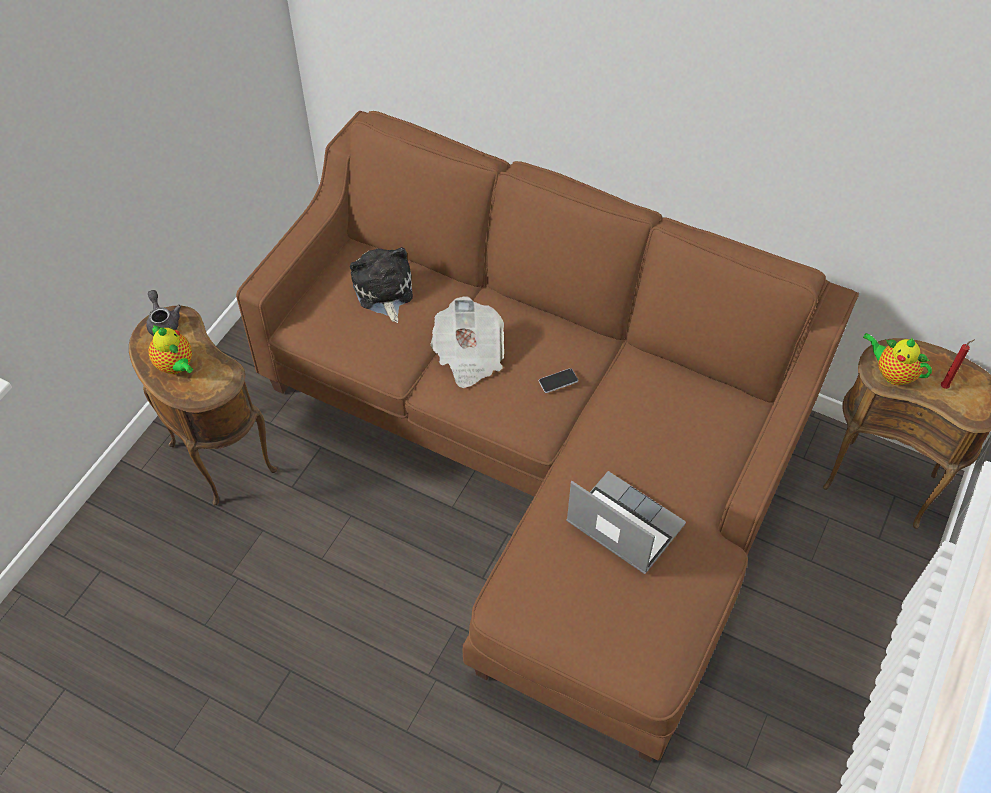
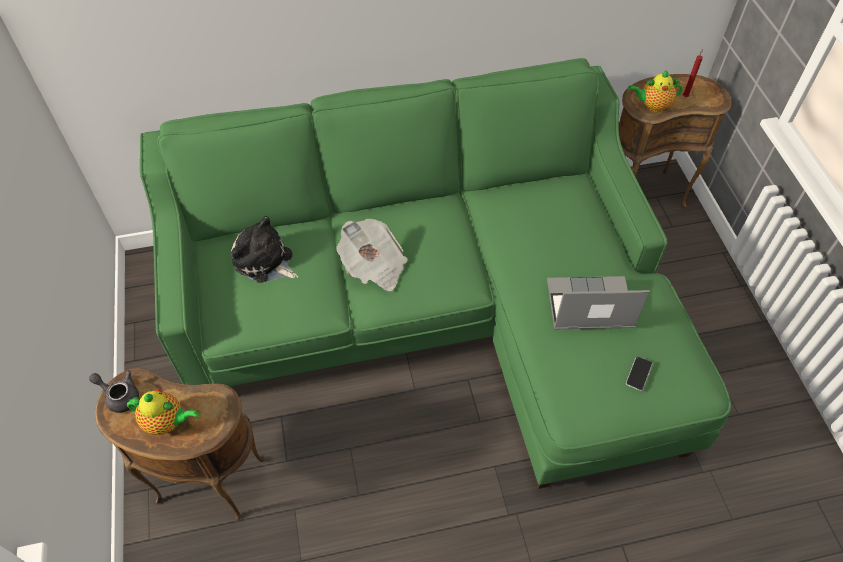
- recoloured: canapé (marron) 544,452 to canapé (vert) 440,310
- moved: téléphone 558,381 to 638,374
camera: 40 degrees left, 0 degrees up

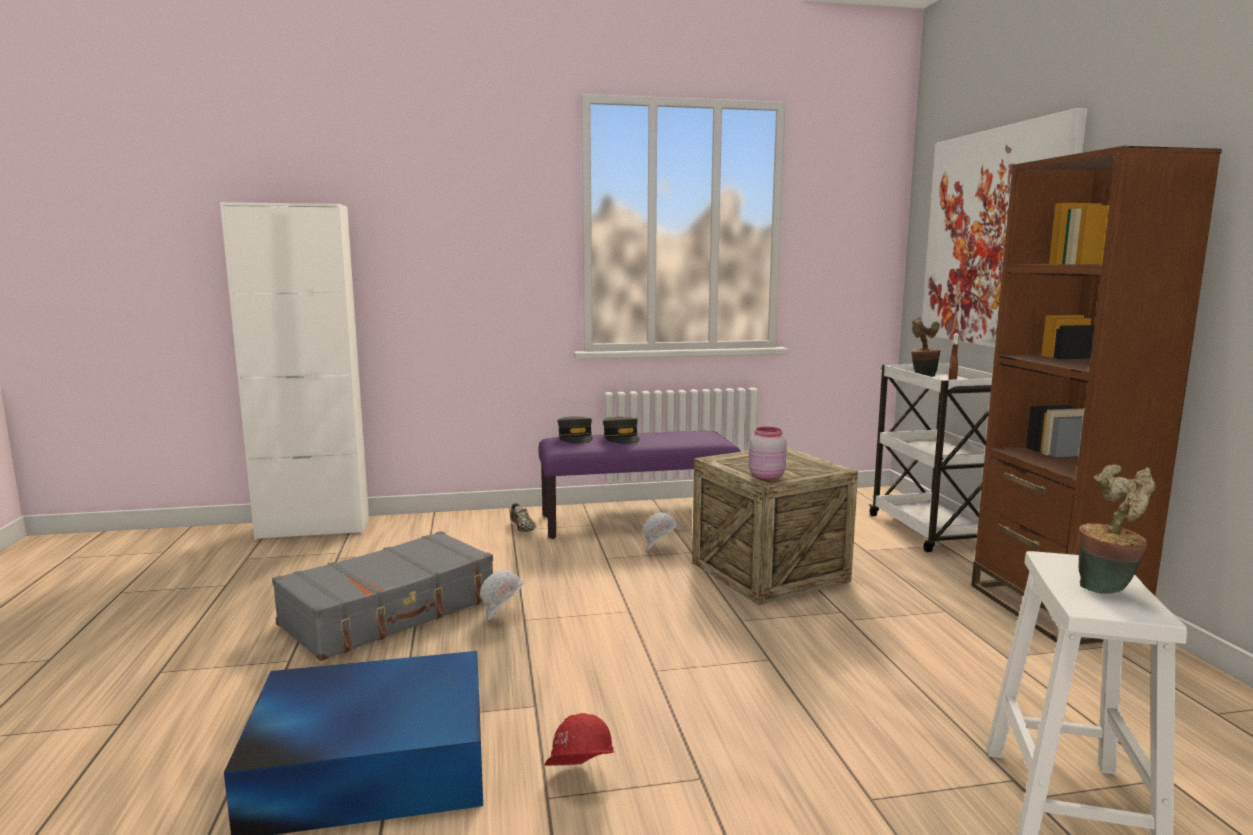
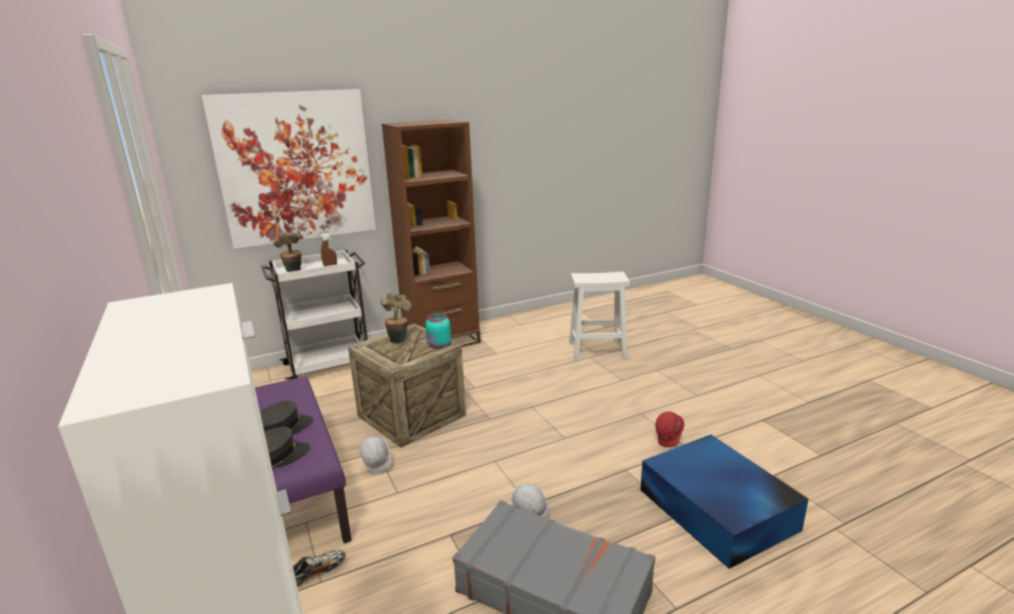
- recoloured: bocal (rose) 765,476 to bocal (turquoise) 439,345
- moved: plante en pot 1108,588 to 398,339
camera: 105 degrees left, 10 degrees up

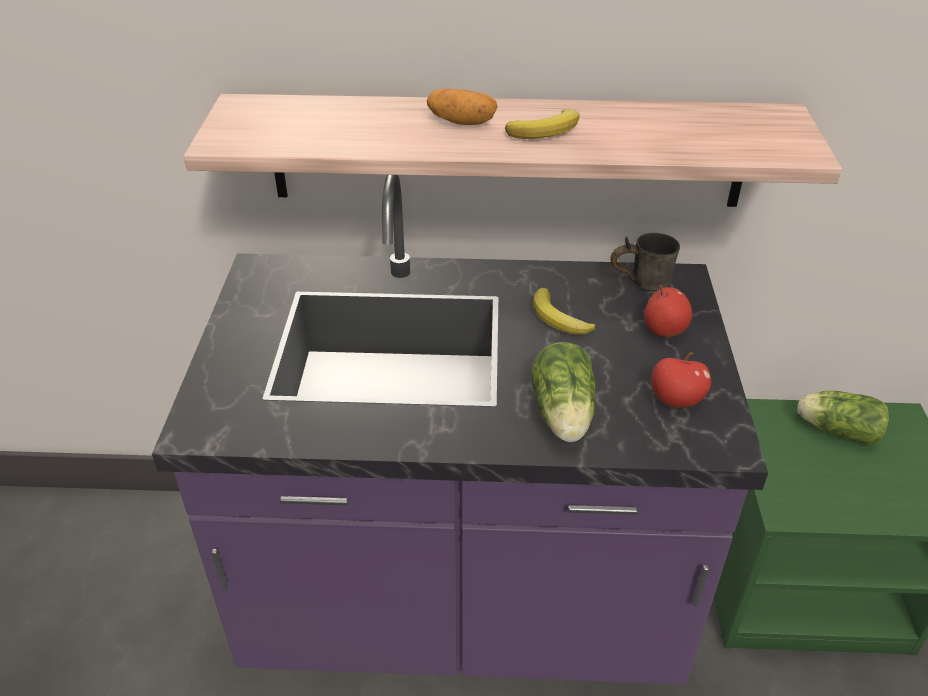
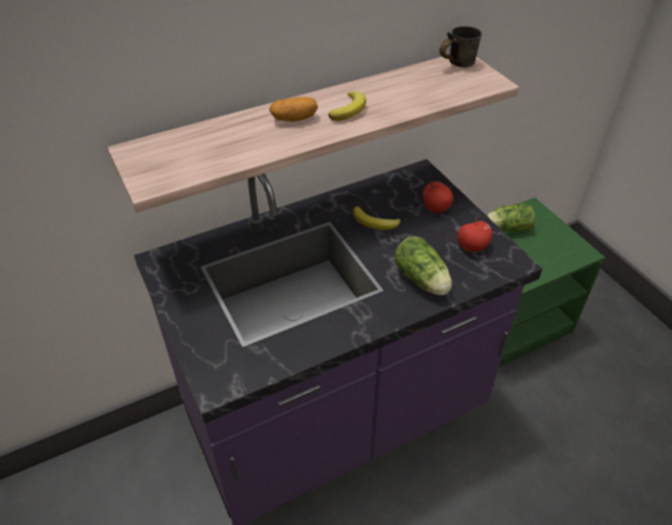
- moved: mug (gris) 640,281 to 455,63
camera: 30 degrees left, 5 degrees up

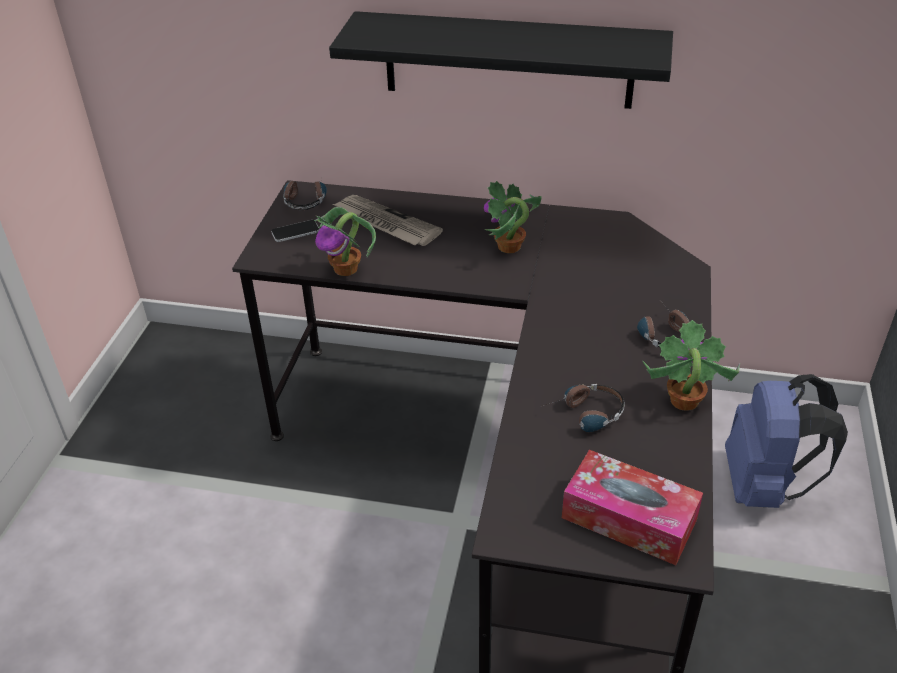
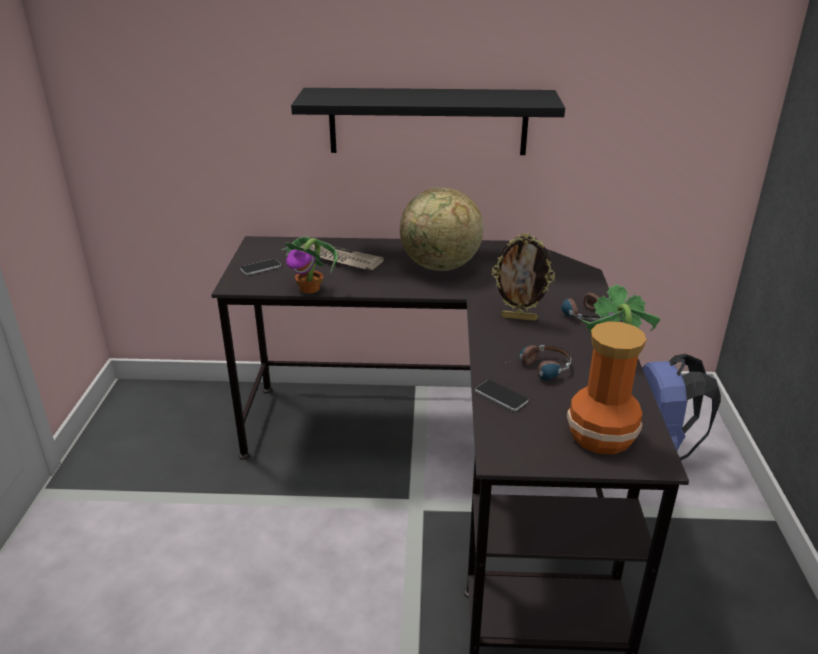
- removed: casque audio 305,198
- replaced: plante en pot 509,247 to globe 440,267
- replaced: boîte à mouchoirs 629,518 to vase 600,436
- added: téléphone 501,396
- added: cadre photo 519,318
camera: 10 degrees left, 10 degrees down

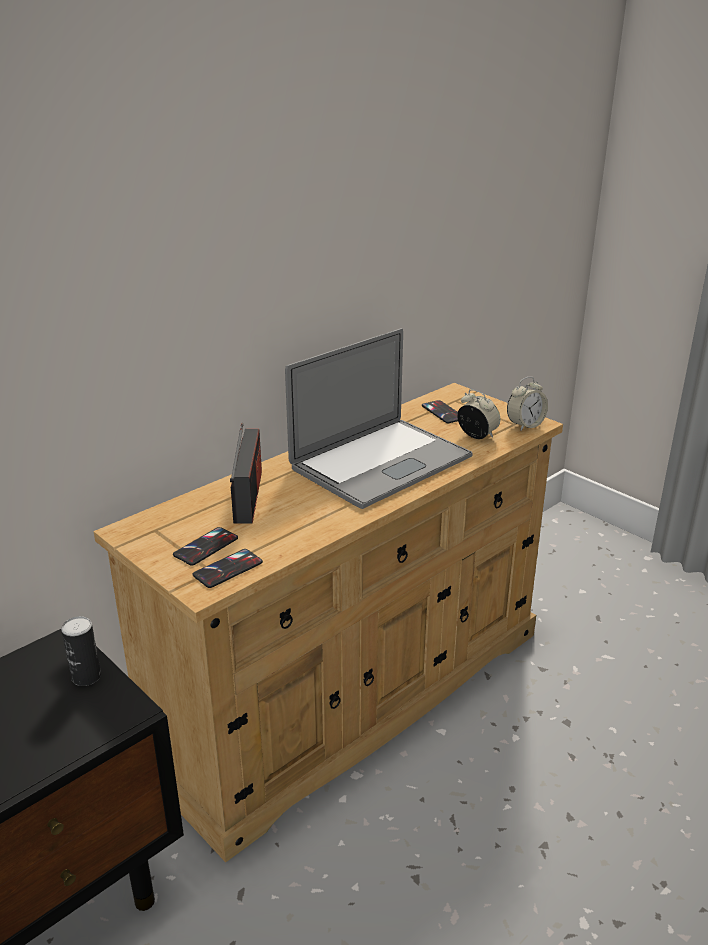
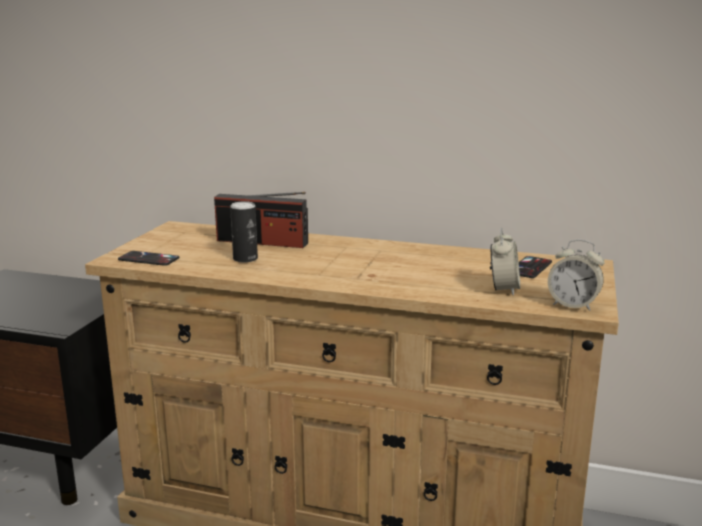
- moved: boîte métallique 86,676 to 245,259
- removed: téléphone 206,547
- turned: radio 248,496 = 262,242 45 degrees clockwise
- removed: ordinateur portable 381,462
camera: 60 degrees right, 10 degrees down

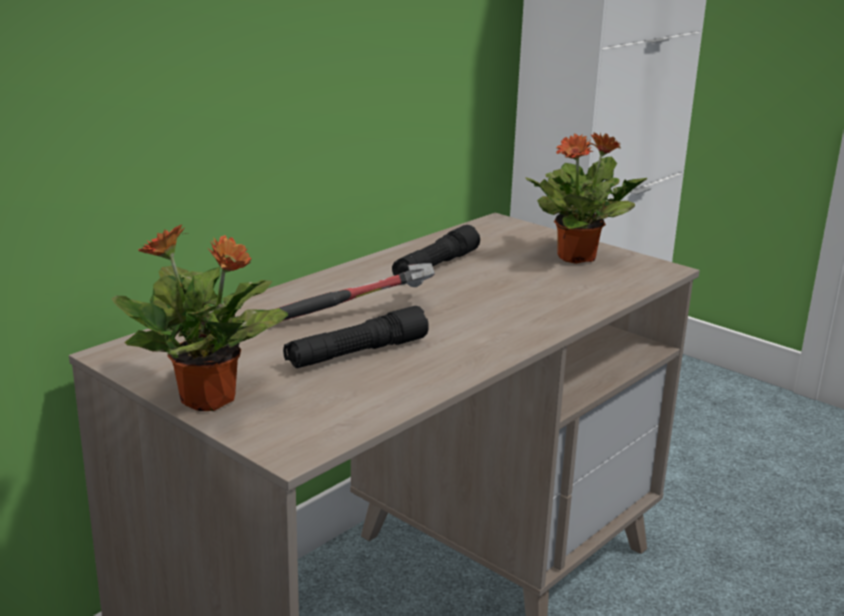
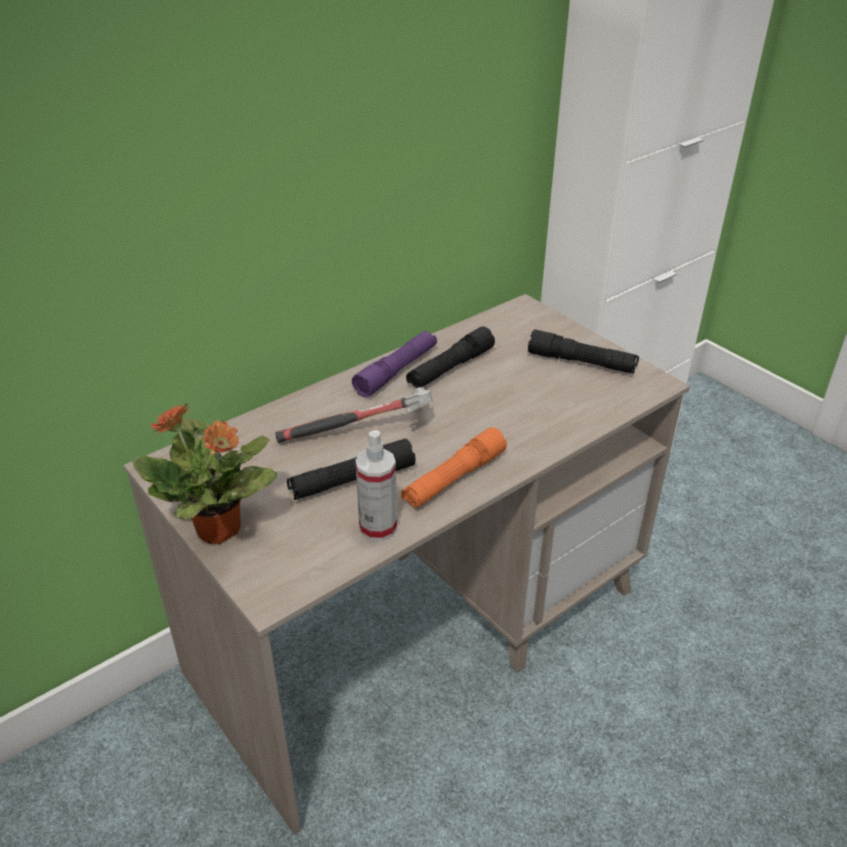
- replaced: plante en pot 577,257 to lampe de poche (noir) 581,362
- added: lampe de poche (violet) 397,371
- added: vaporisateur 378,527
- added: lampe de poche (orange) 454,479
camera: 10 degrees right, 15 degrees up

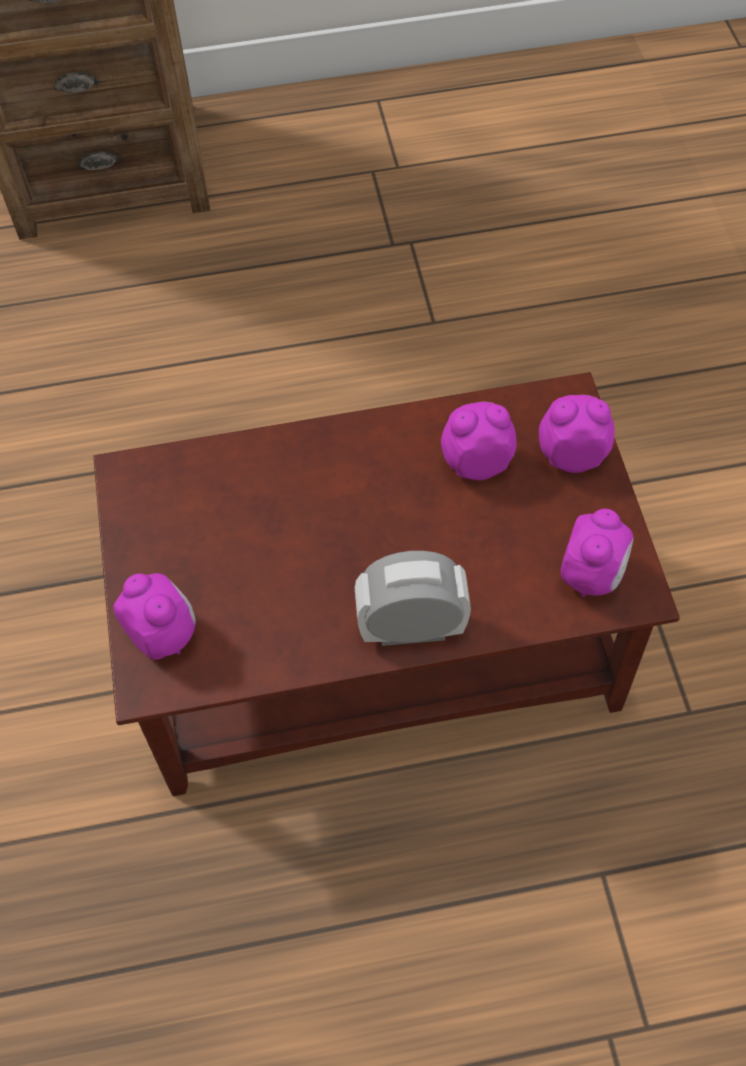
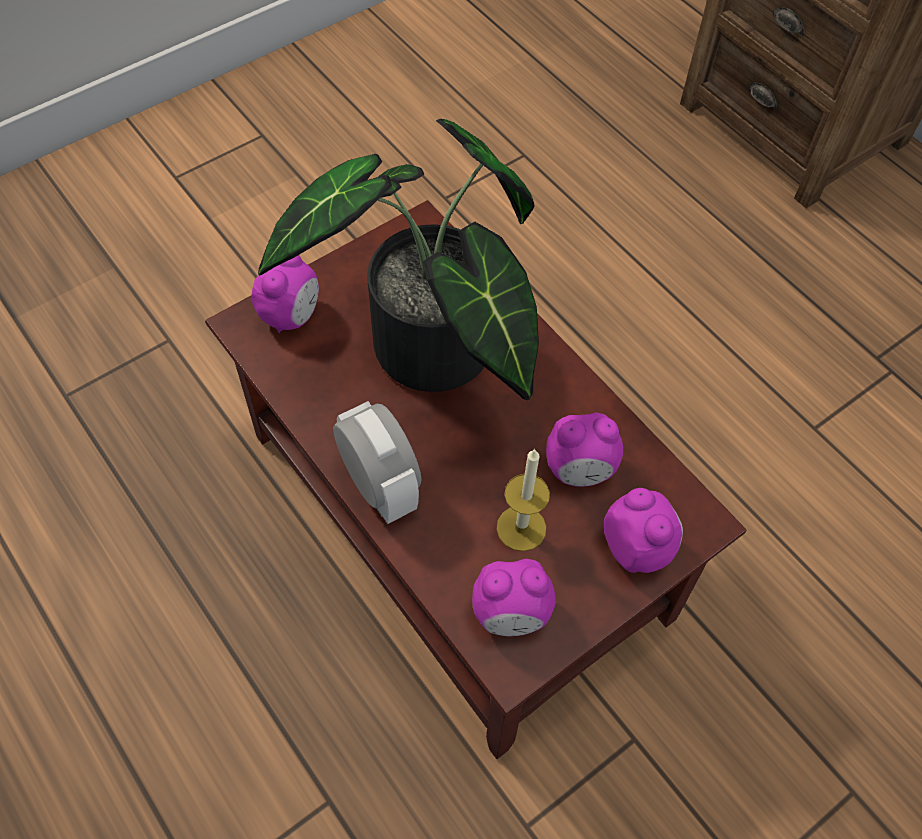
- turned: réveil 476,462 = 579,470 120 degrees clockwise
- added: plante en pot 432,358
- added: bougie 521,528
camera: 60 degrees right, 0 degrees up

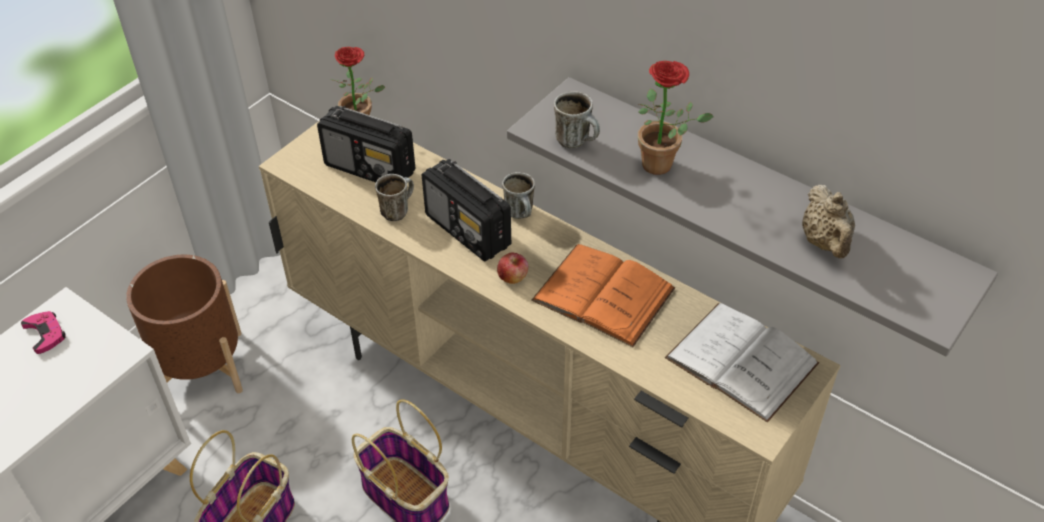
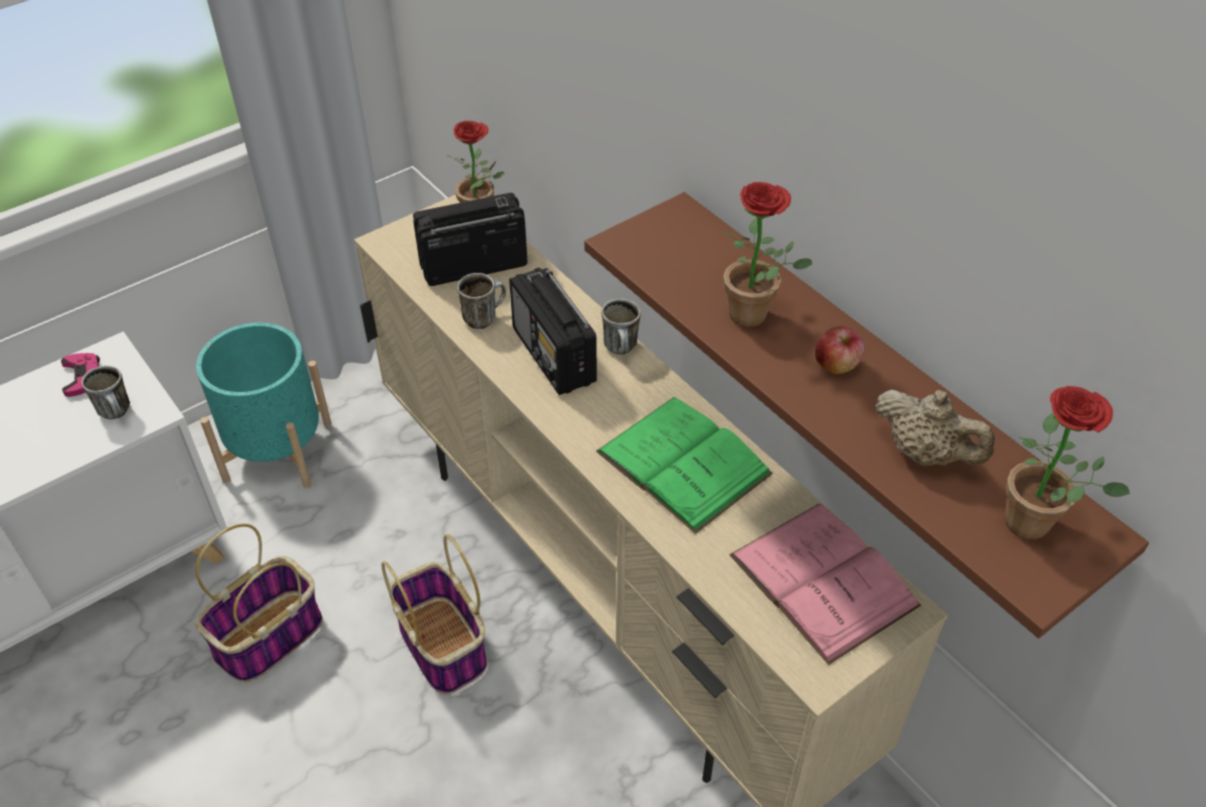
- recoloured: cache-pot (marron) 201,367 to cache-pot (turquoise) 278,451
- turned: radio 370,169 = 472,265 120 degrees clockwise
- moved: pomme 513,277 to 836,365
- recoloured: étagère (gris) 757,200 to étagère (marron) 873,385
- recoloured: livre (orange) 603,294 to livre (vert) 683,463
- moved: mug 577,141 to 118,413
- recoloured: livre (blanc) 741,360 to livre (rose) 823,580
- turned: théière (beige) 825,242 = 925,454 60 degrees counterclockwise
- added: plante en pot 1036,527
camera: 15 degrees right, 0 degrees up

